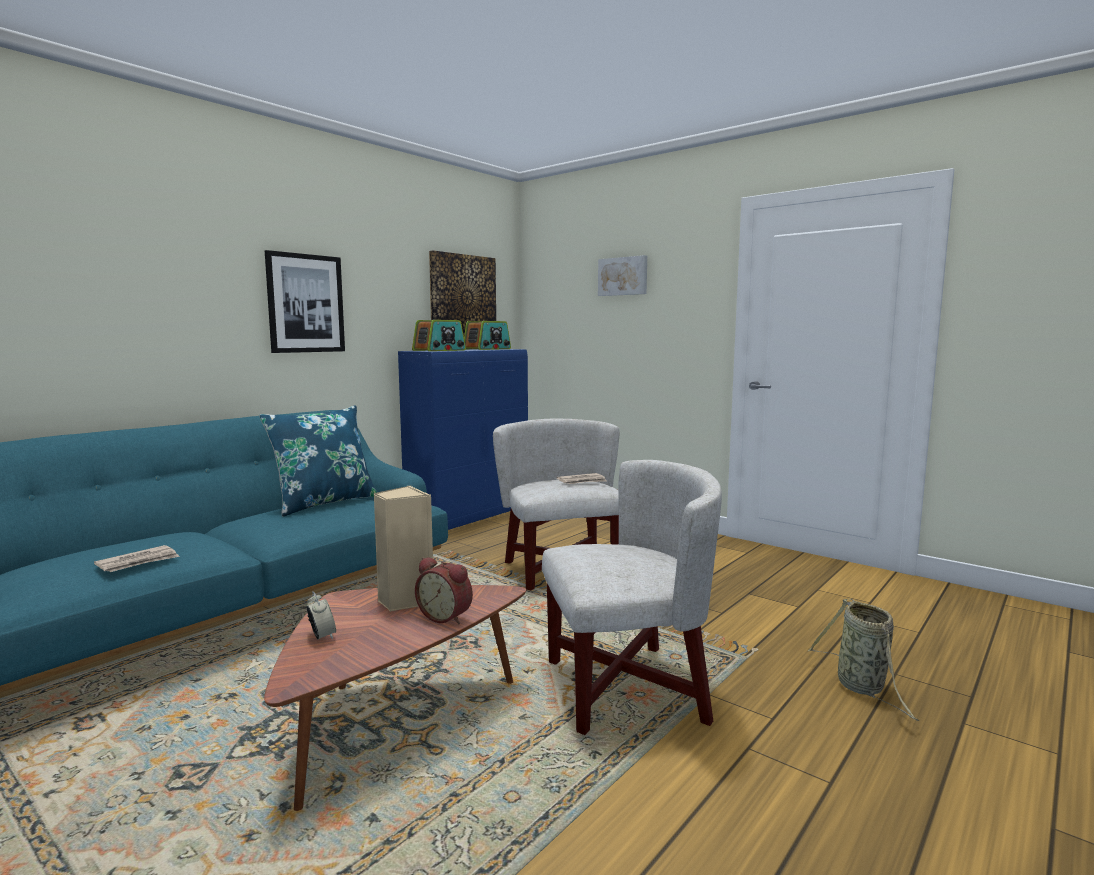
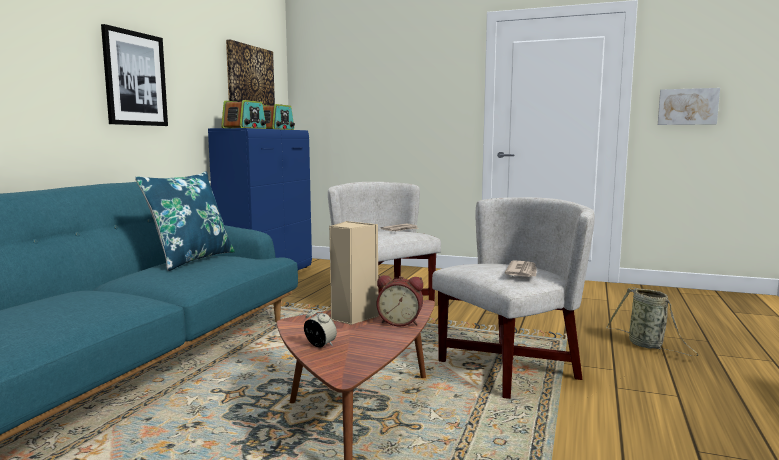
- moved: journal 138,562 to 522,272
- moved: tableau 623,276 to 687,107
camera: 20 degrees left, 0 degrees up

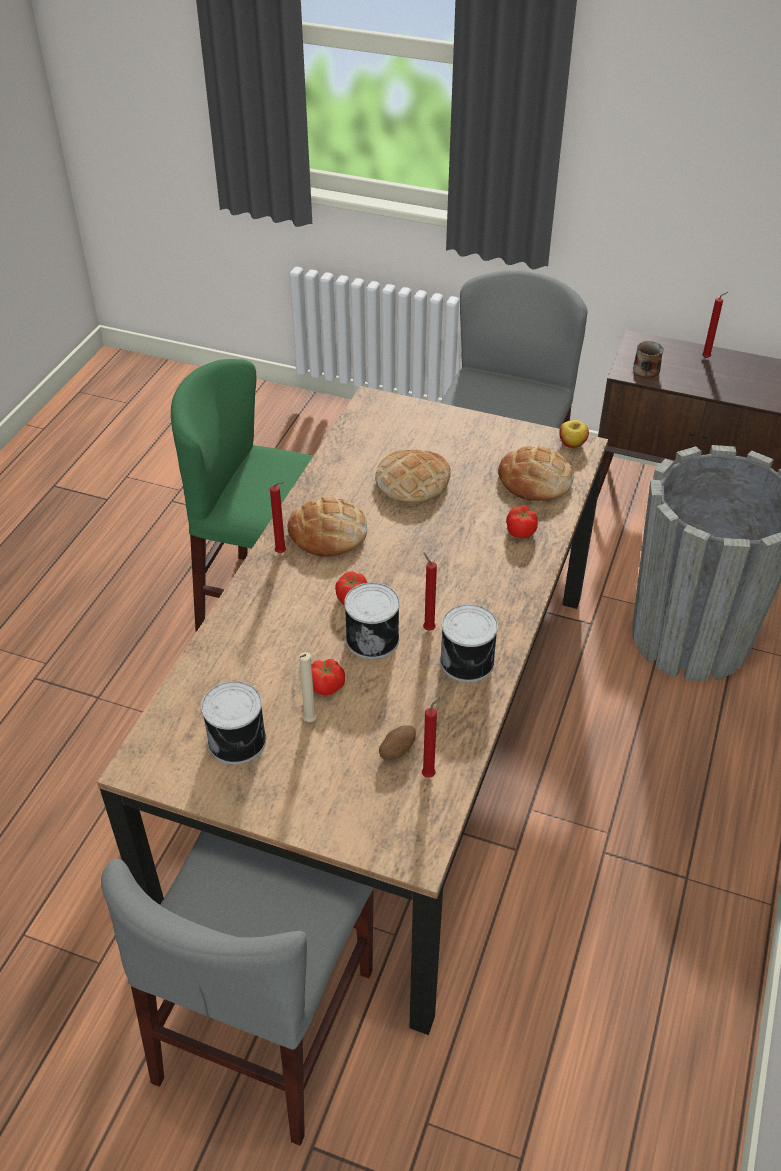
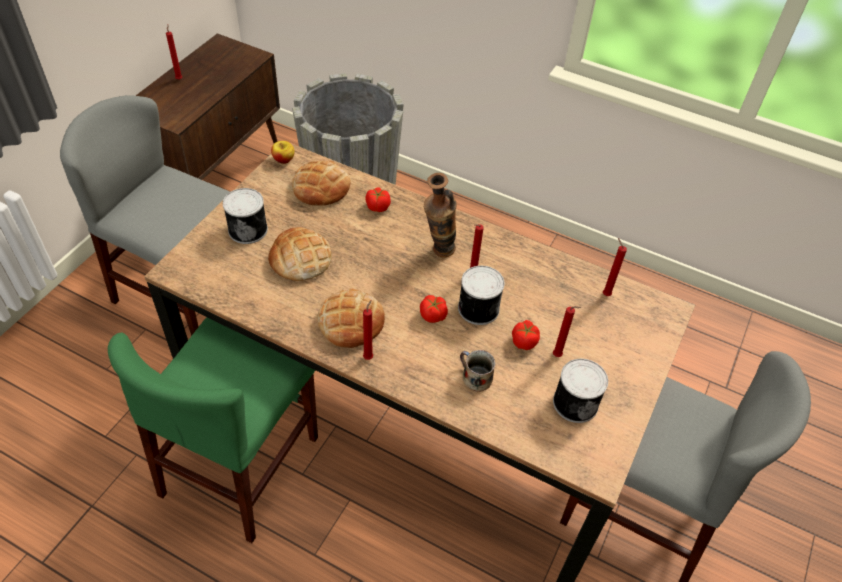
- recoloured: bougie (beige) 309,722 to bougie (rouge) 558,356
- removed: pomme de terre 397,751
- moved: boîte métallique 468,661 to 248,229
- moved: mug 646,369 to 475,377
- added: vase 438,253
camera: 85 degrees left, 5 degrees up

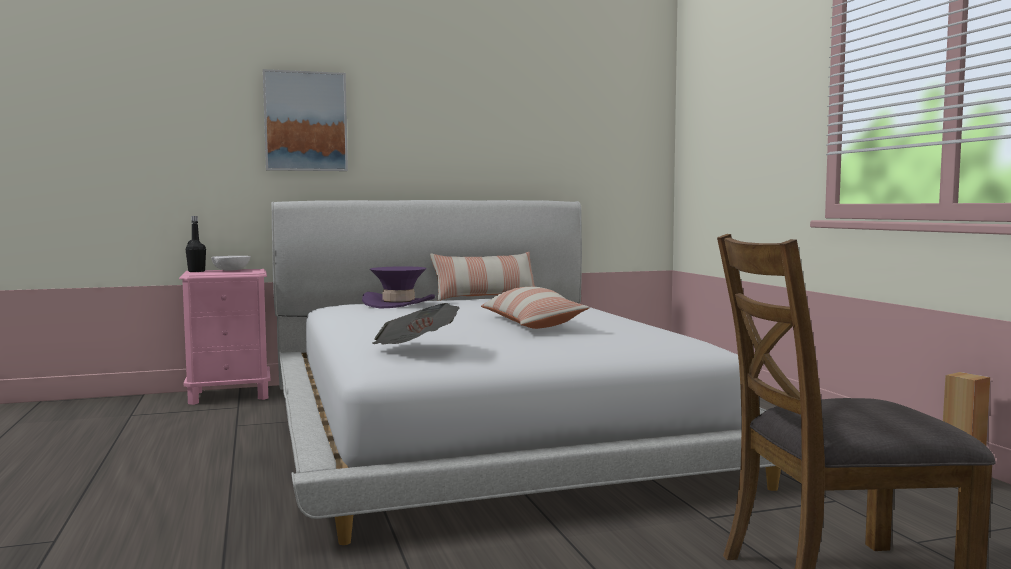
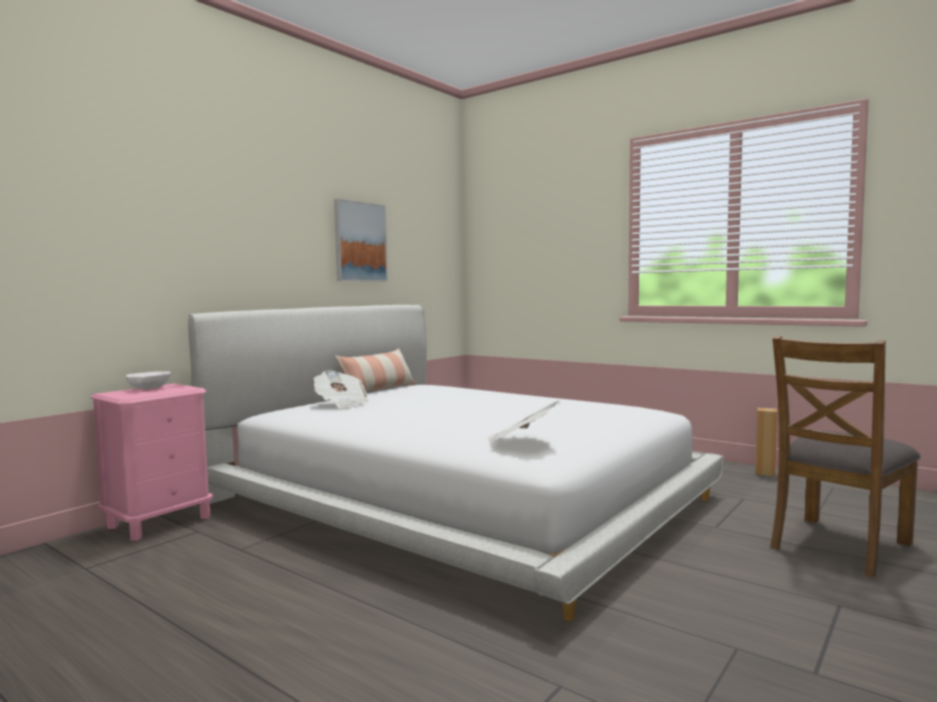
- removed: bouteille (noir) 196,271
- moved: tableau 305,121 to 360,242
- replaced: chapeau (violet) 398,304 to journal 341,404
- removed: coussin 530,323
camera: 35 degrees left, 0 degrees up

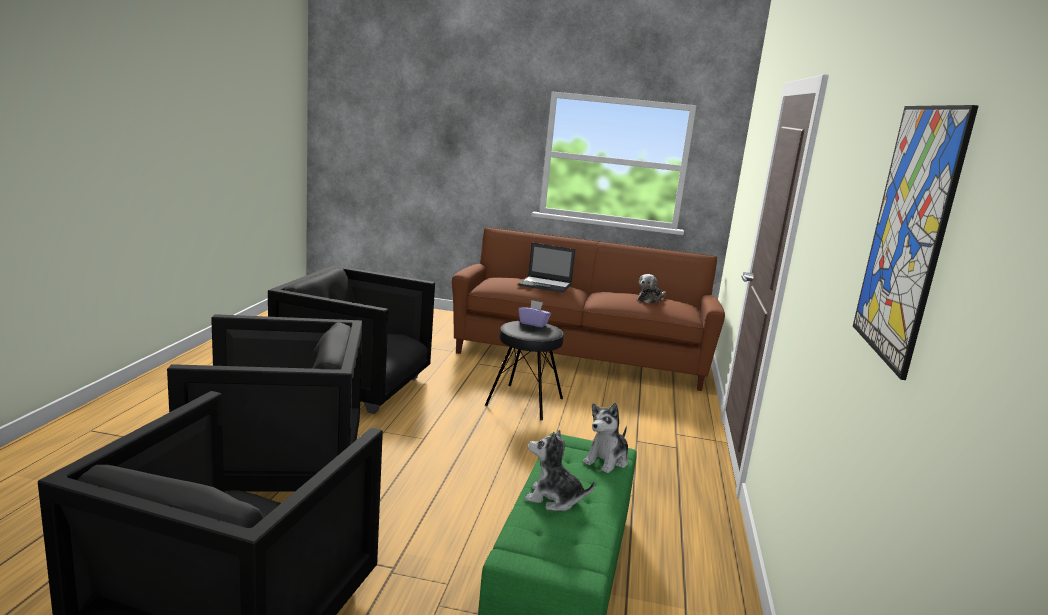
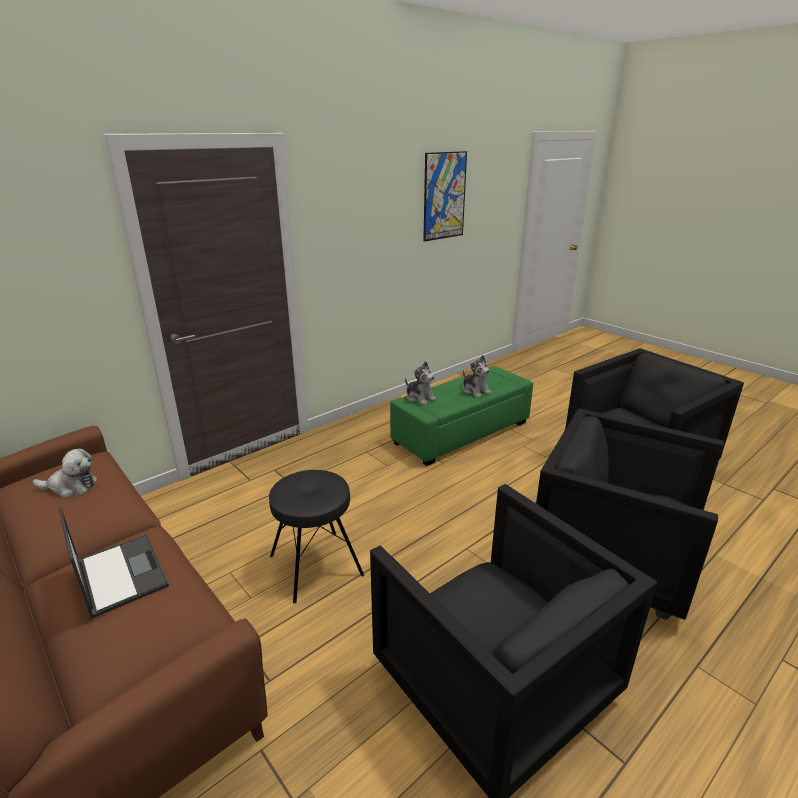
- removed: boîte à mouchoirs (violet) 533,323
- turned: peluche 607,460 = 420,398 60 degrees clockwise
camera: 140 degrees left, 10 degrees up

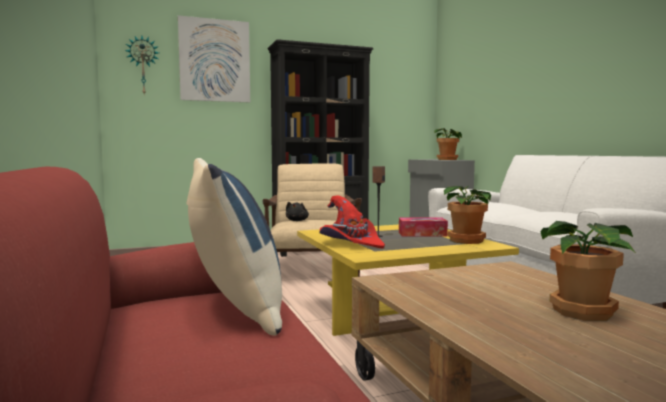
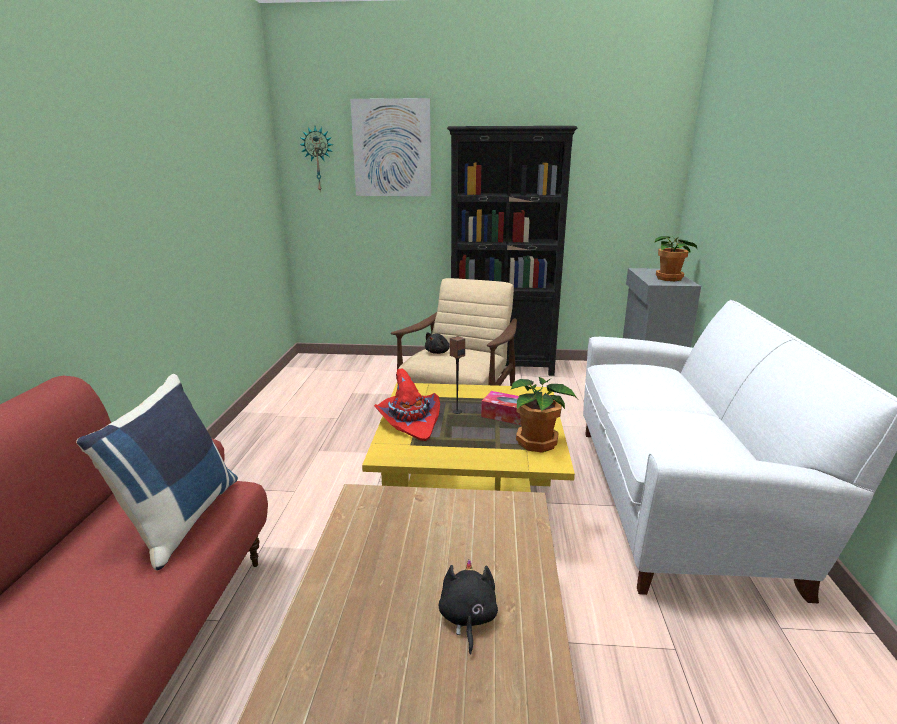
- replaced: plante en pot 582,311 to peluche (noir) 467,618
camera: 25 degrees right, 15 degrees up

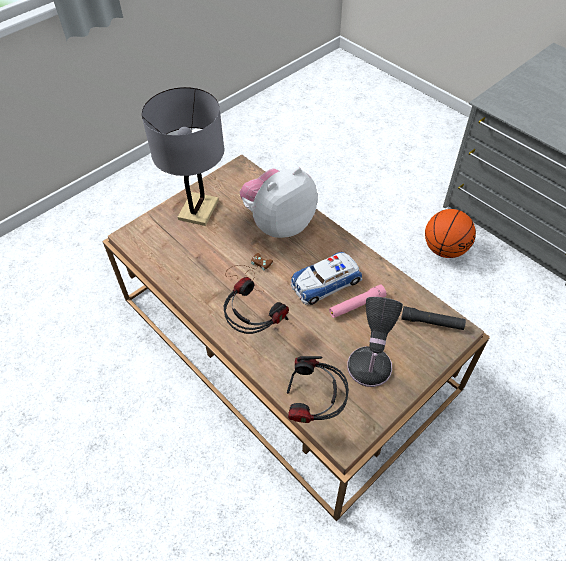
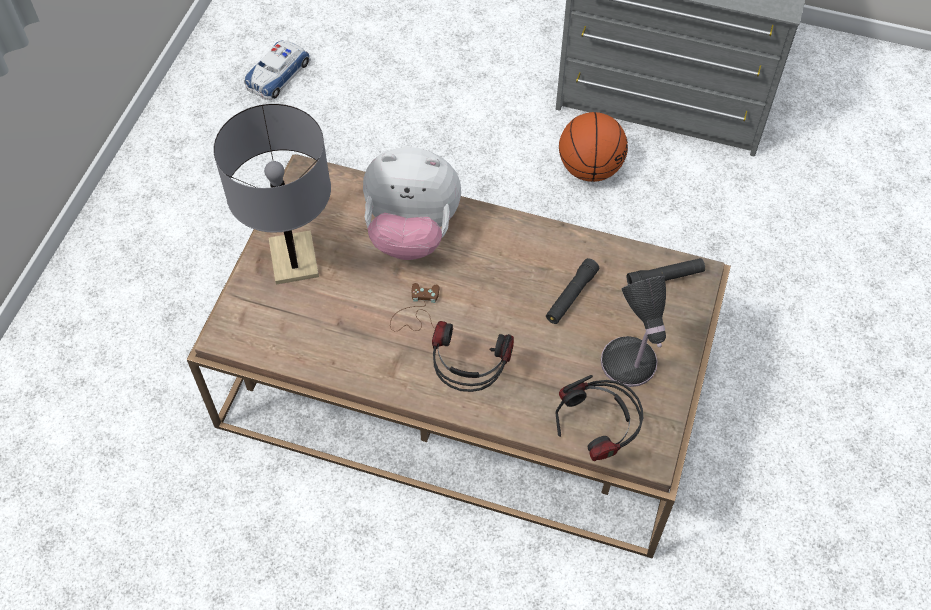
- turned: peluche 279,223 = 412,232 105 degrees counterclockwise
- moved: petite voiture 325,282 to 278,74
- recoloured: lampe de poche (rose) 356,305 to lampe de poche (noir) 571,296
camera: 30 degrees left, 5 degrees up

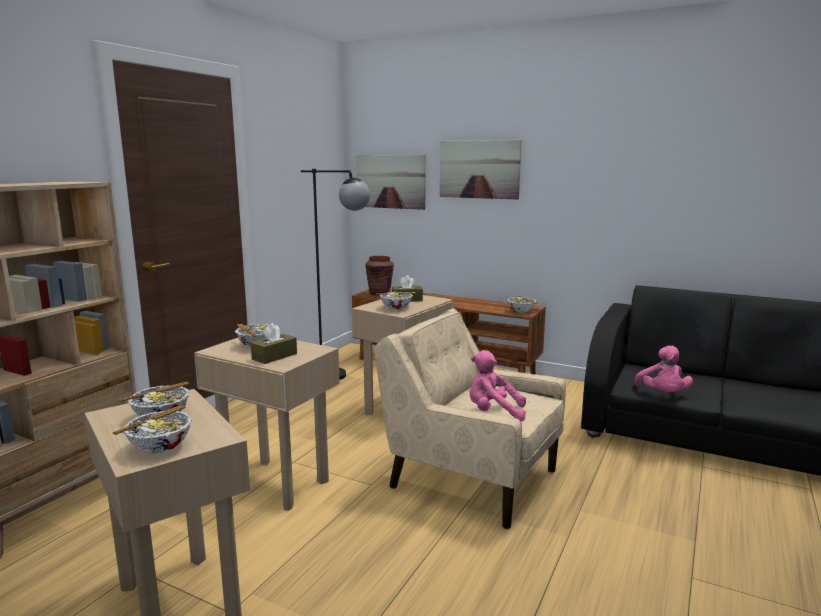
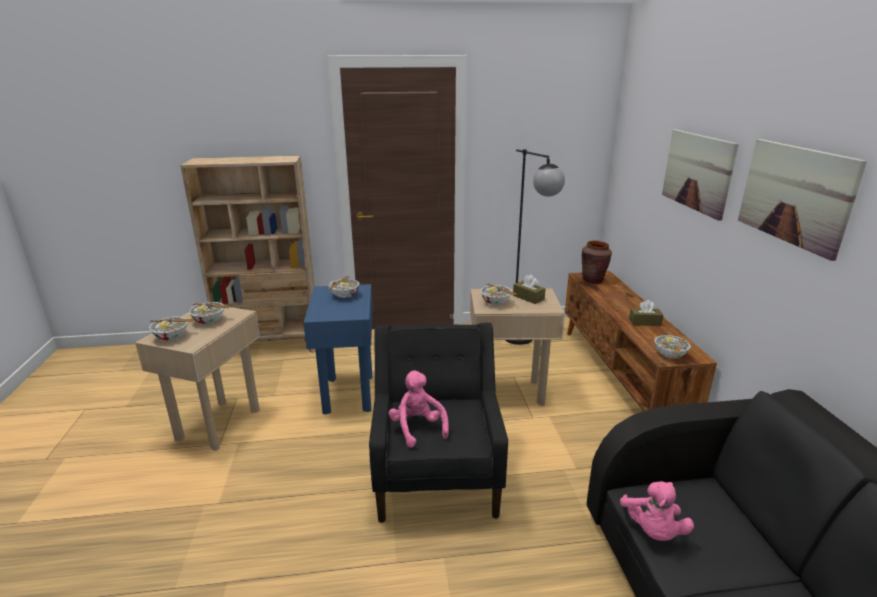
- recoloured: table d'appoint (beige) 275,484 to table d'appoint (bleu) 347,394
- moved: boîte à mouchoirs (marron) 274,356 to 644,322
- moved: tableau 390,181 to 795,194
- recoloured: fauteuil (beige) 472,477 to fauteuil (noir) 437,473
- turned: peluche (rose) 662,394 = 652,531 45 degrees counterclockwise
camera: 55 degrees right, 10 degrees up

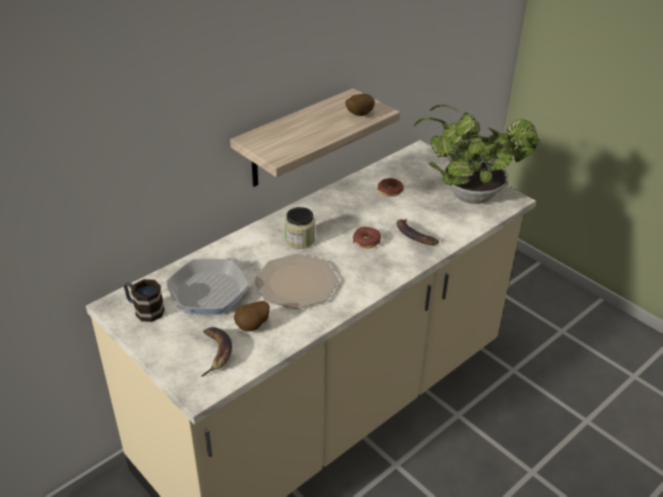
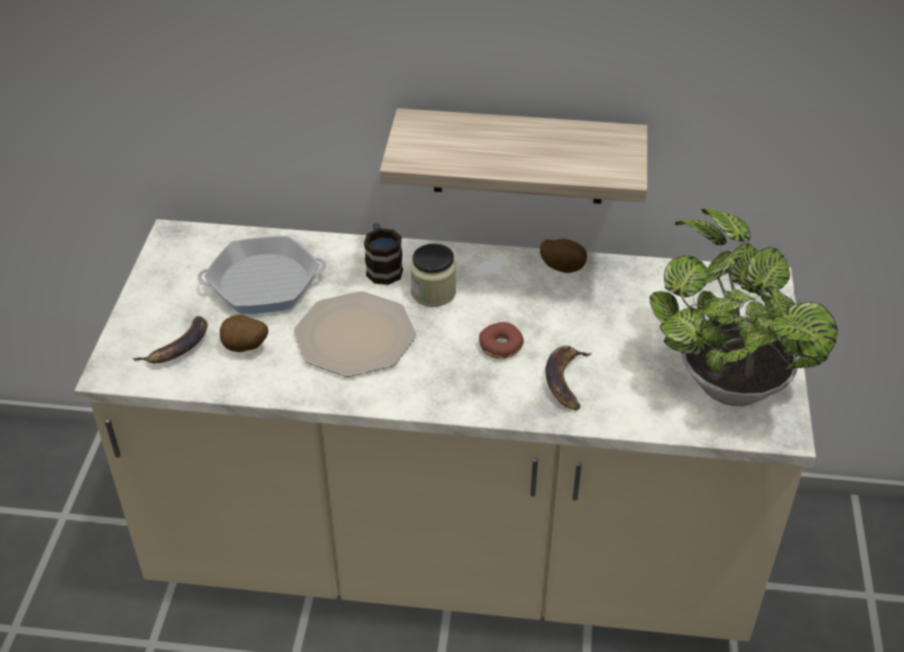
- moved: mug 144,310 to 382,267
- moved: pomme de terre 358,115 to 562,268
- removed: beignet 390,191
camera: 50 degrees right, 5 degrees up

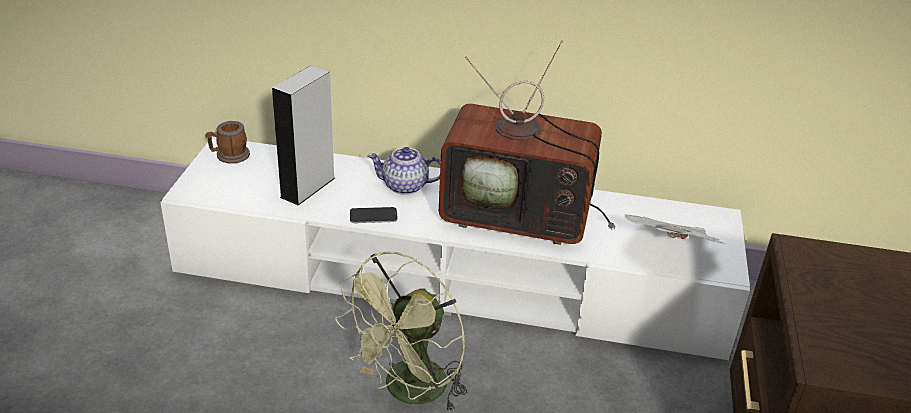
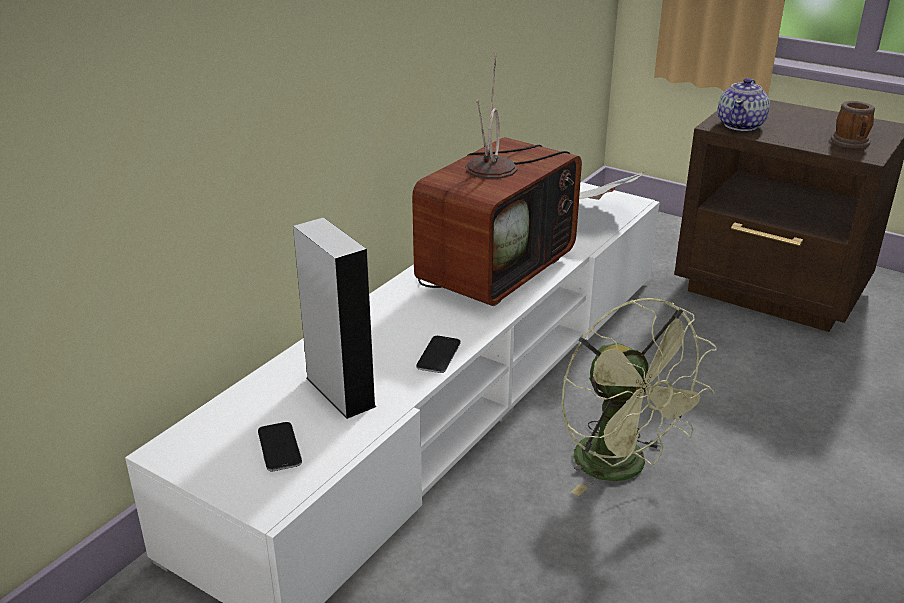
- moved: mug 229,156 to 851,143
- moved: théière 405,186 to 741,125
- added: téléphone 279,448
camera: 65 degrees left, 5 degrees down

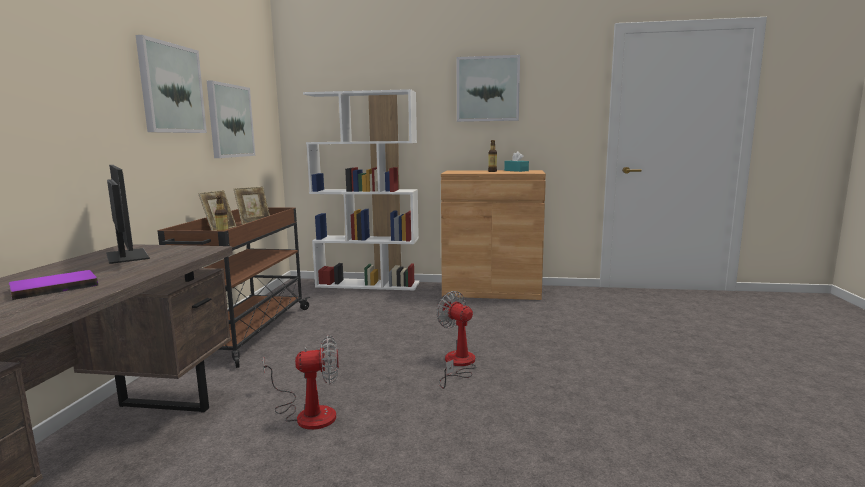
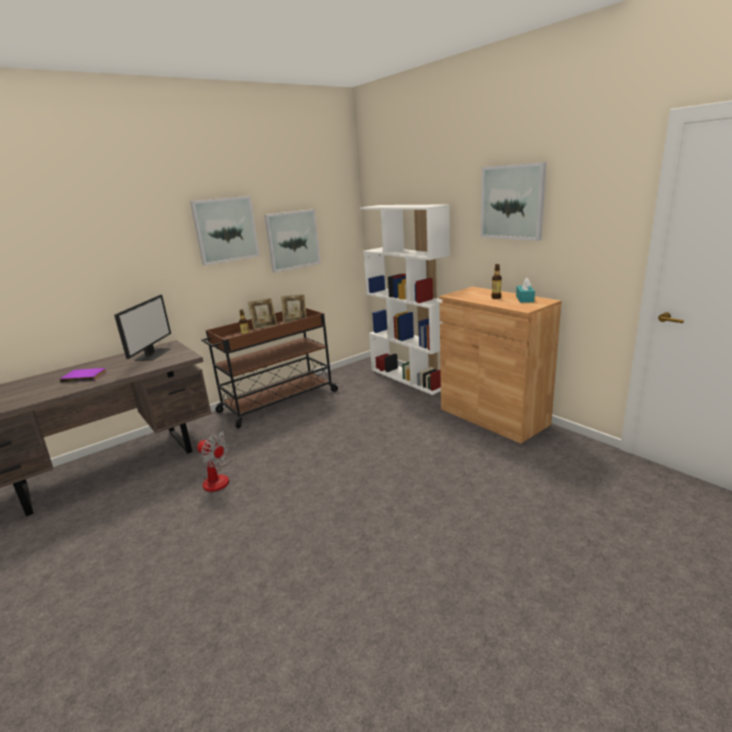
- removed: ventilateur 458,364
camera: 45 degrees right, 10 degrees up

